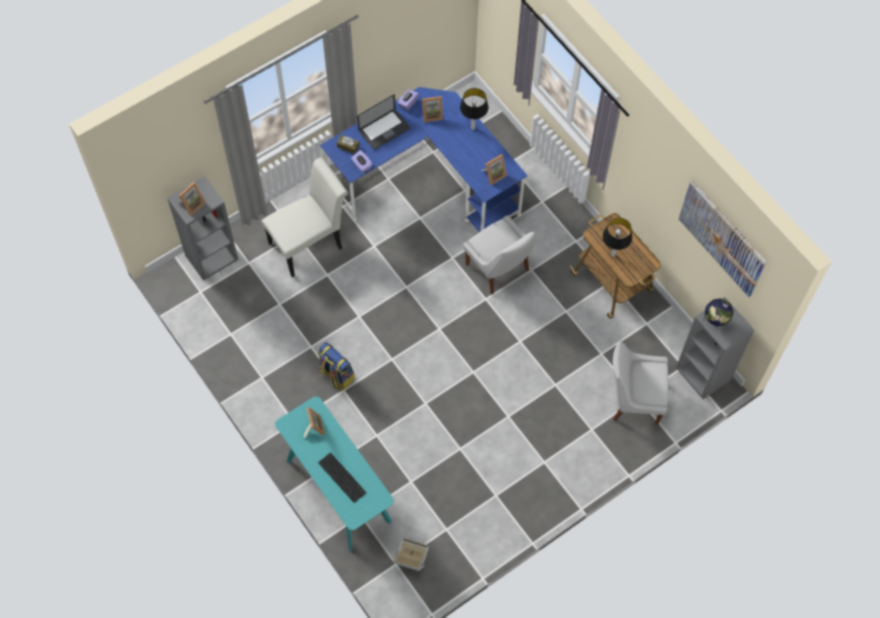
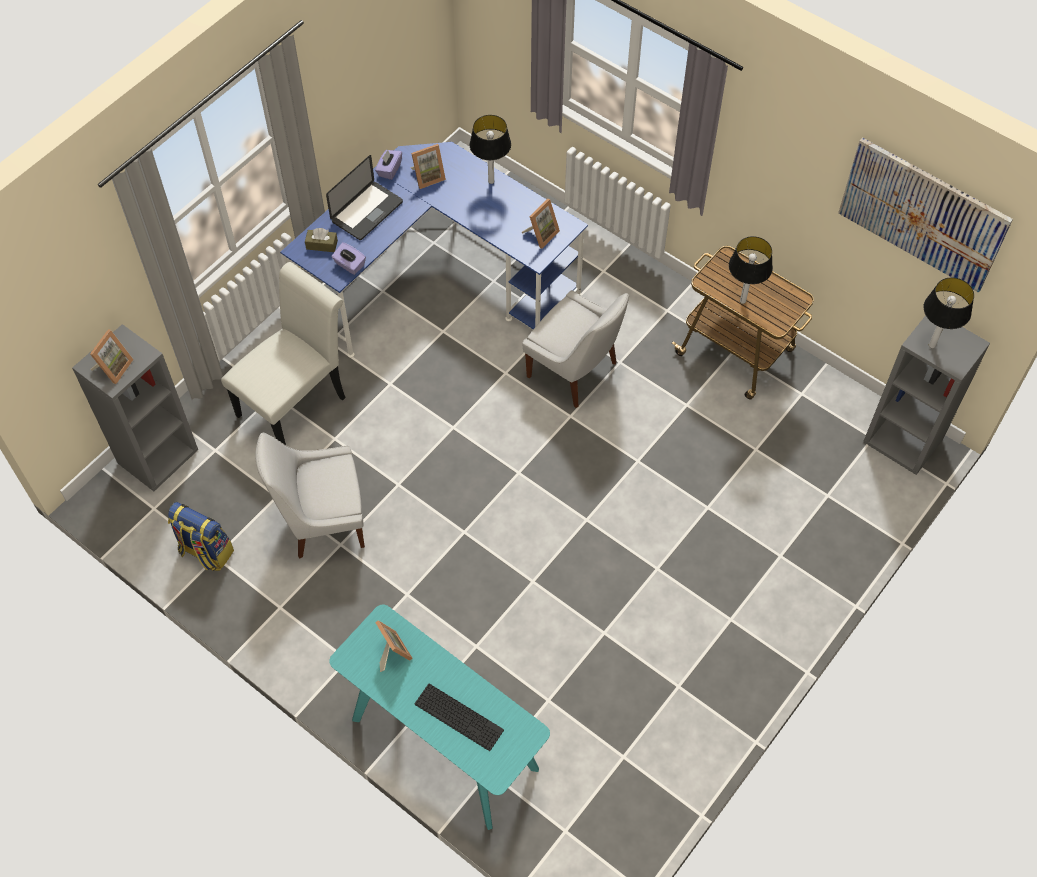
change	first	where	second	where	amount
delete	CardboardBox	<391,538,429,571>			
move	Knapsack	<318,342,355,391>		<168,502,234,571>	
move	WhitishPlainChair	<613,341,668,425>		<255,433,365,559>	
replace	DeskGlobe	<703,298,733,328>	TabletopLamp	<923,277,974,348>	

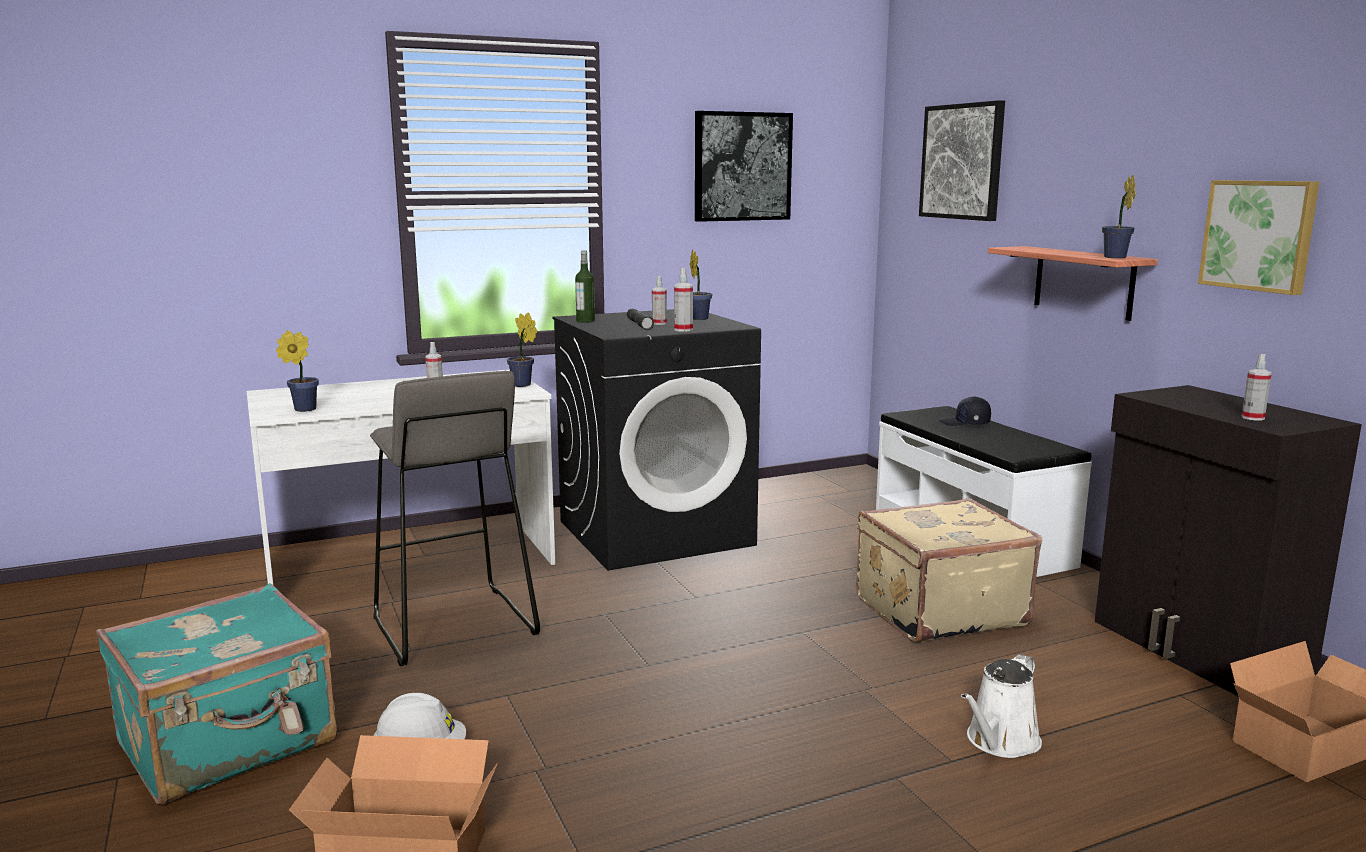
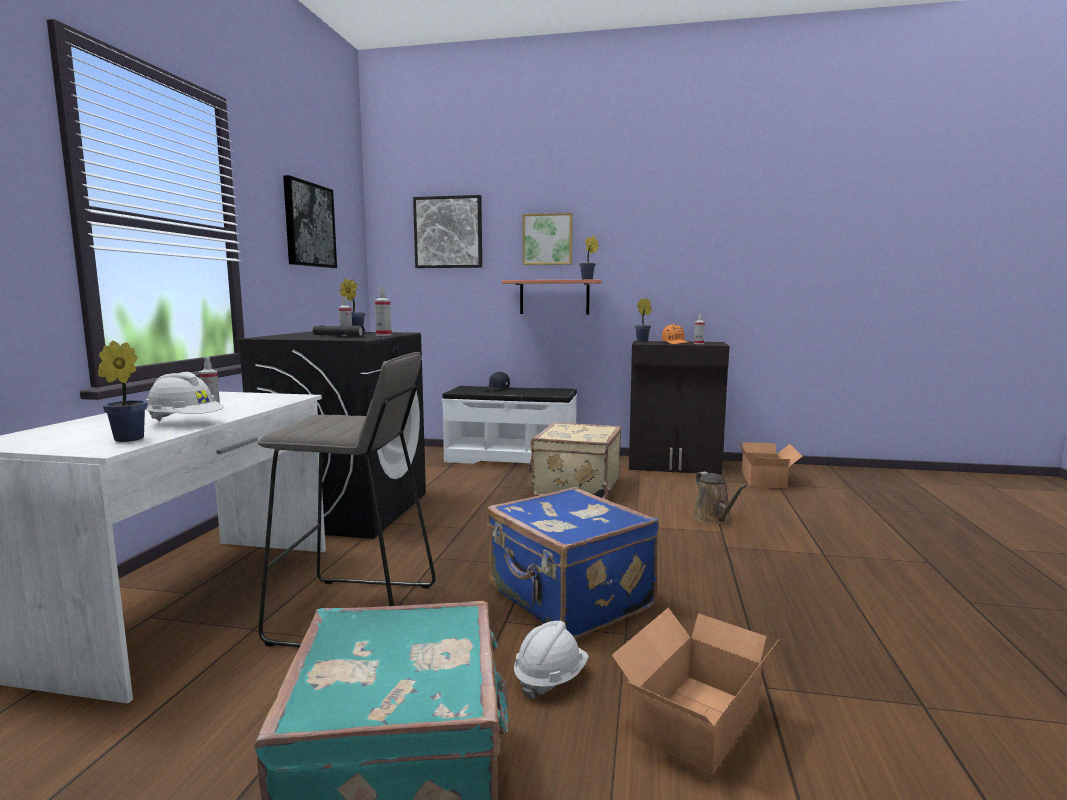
change	first	where	second	where	amount
delete	Bottle	<575,250,595,323>			
insert			WhitishWorkHelmet	<145,372,224,421>	
insert			BluishSuitcase	<487,487,659,639>	
insert			OrangeyBaseballCap	<662,324,690,344>	
move	PottedPlant	<507,312,538,387>		<635,298,652,342>	
move	Picture	<1198,180,1320,295>		<523,213,572,265>	
recolor	WhitishWateringCan	<961,654,1042,758>	BrownWateringCan	<692,471,747,524>	

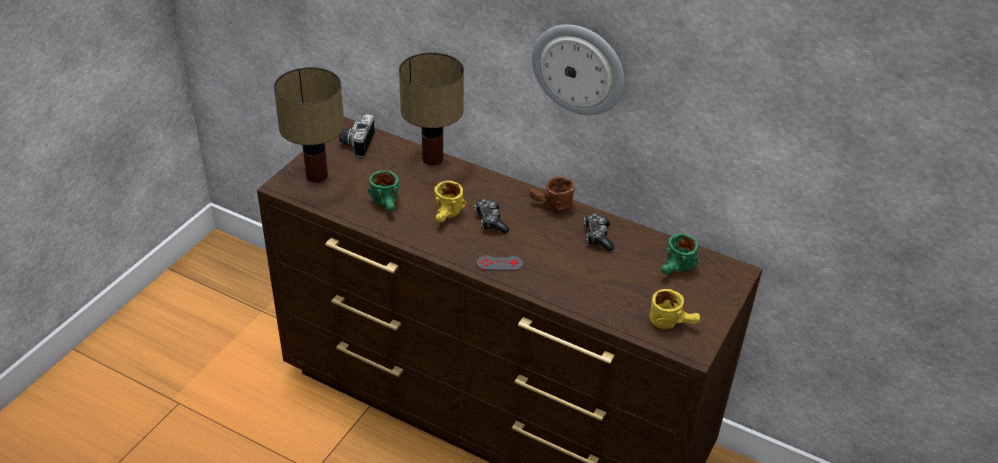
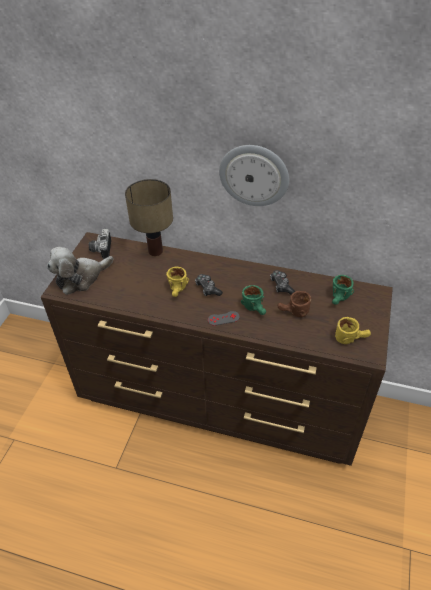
change	first	where	second	where	amount
move	GreenColouredMug	<368,171,399,211>		<241,285,266,315>	
move	BrownMug	<529,176,574,214>		<277,291,311,317>	
replace	TabletopLamp	<274,67,344,182>	PlushToy	<47,247,113,295>	

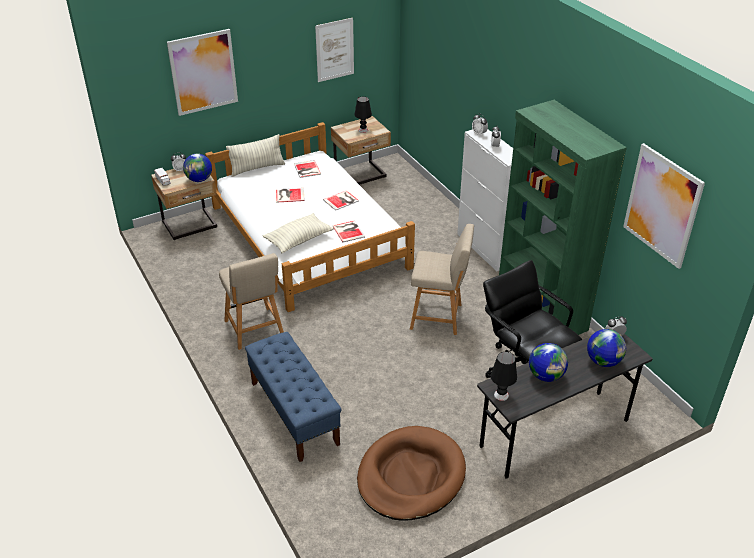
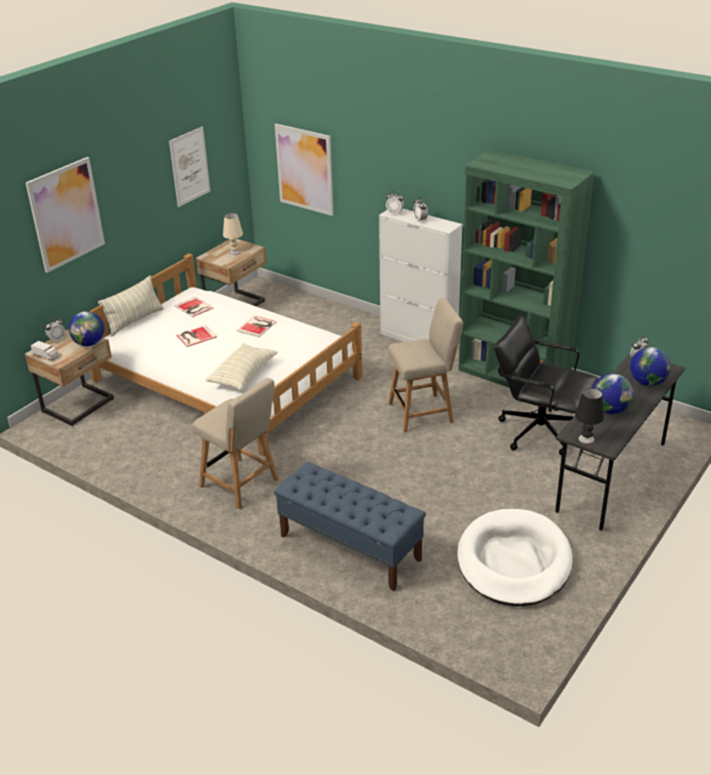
change	first	where	second	where	amount
delete	BoundBook	<333,220,365,243>			
move	Picture	<623,143,705,269>		<275,124,334,216>	
recolor	BlackTabletopLamp	<354,96,372,133>	BeigeTabletopLamp	<223,213,243,255>	
recolor	BrownDogBed	<357,426,466,521>	WhitishDogBed	<457,509,573,607>	

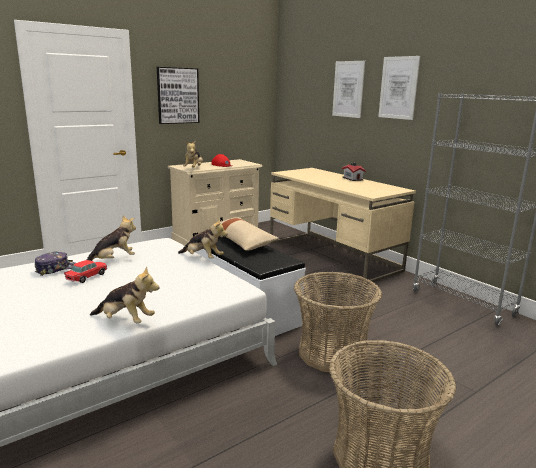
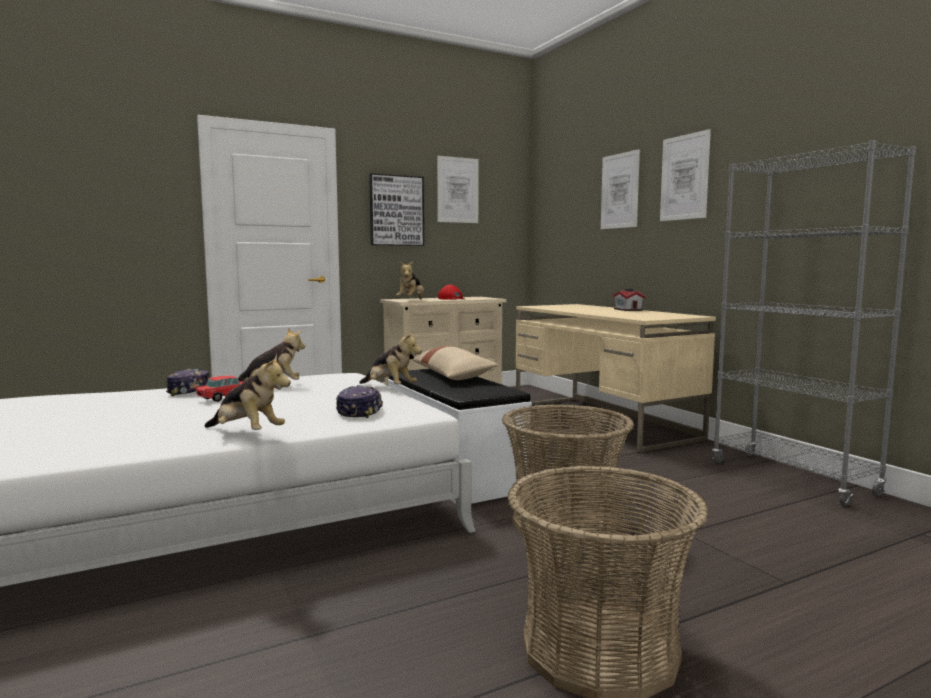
change	first	where	second	where	amount
insert			BaseballCap	<336,385,383,418>	
insert			Picture	<437,156,479,223>	

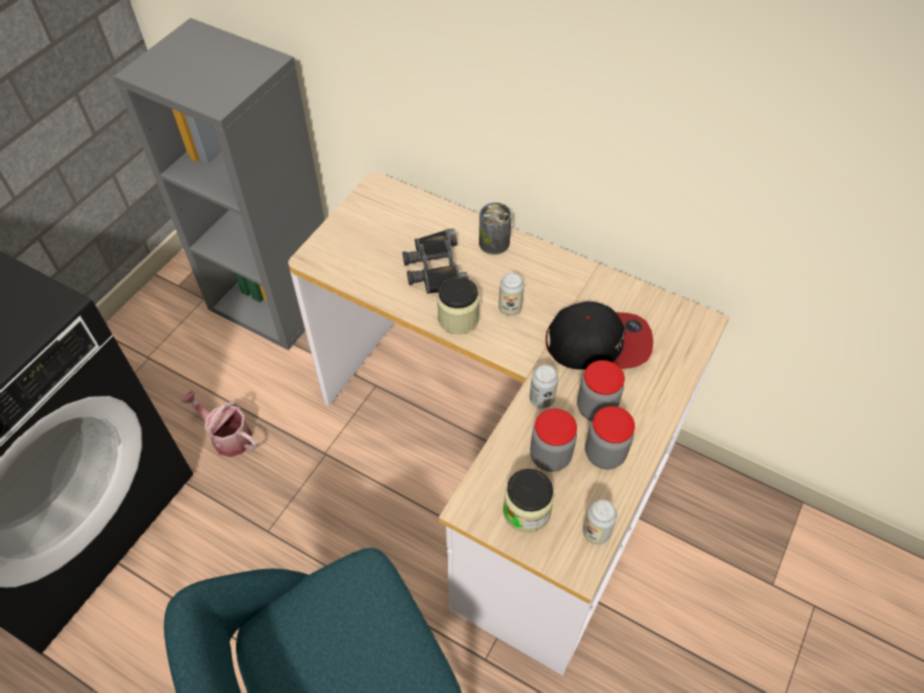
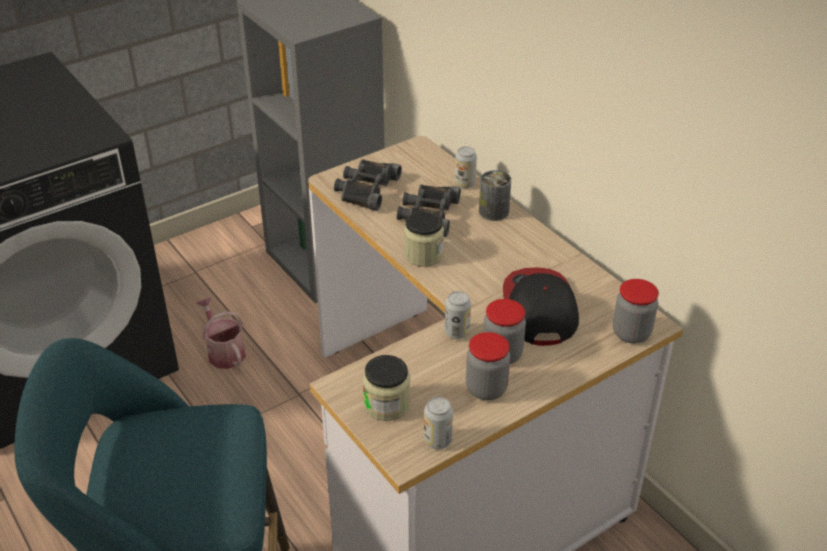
change	first	where	second	where	amount
insert			BlackFieldGlasses	<334,159,402,211>	
move	Can	<499,273,524,316>		<455,146,477,188>	
move	Jar	<530,409,577,472>		<613,279,659,344>	
rotate	BaseballCap	<546,301,653,370>		<503,267,579,346>	120 degrees counterclockwise

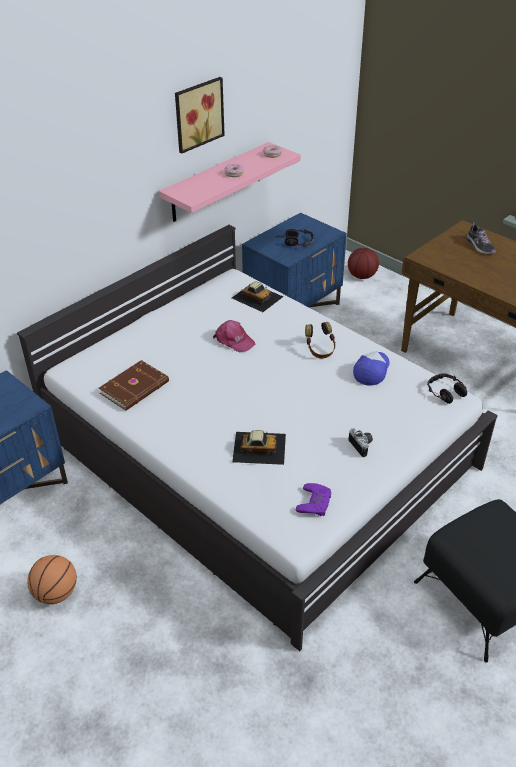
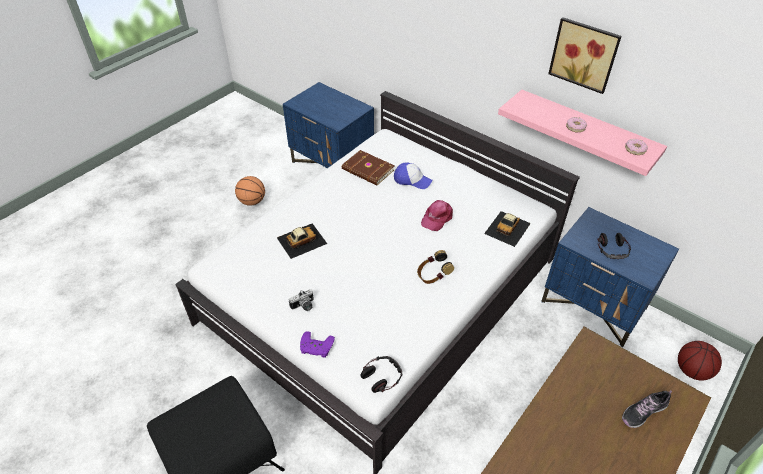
change	first	where	second	where	amount
move	PurplishJoypad	<296,483,331,516>		<300,331,335,358>	
move	BaseballCap	<353,351,390,386>		<394,162,432,189>	
rotate	ToyCar	<232,430,286,465>		<277,223,327,259>	120 degrees counterclockwise

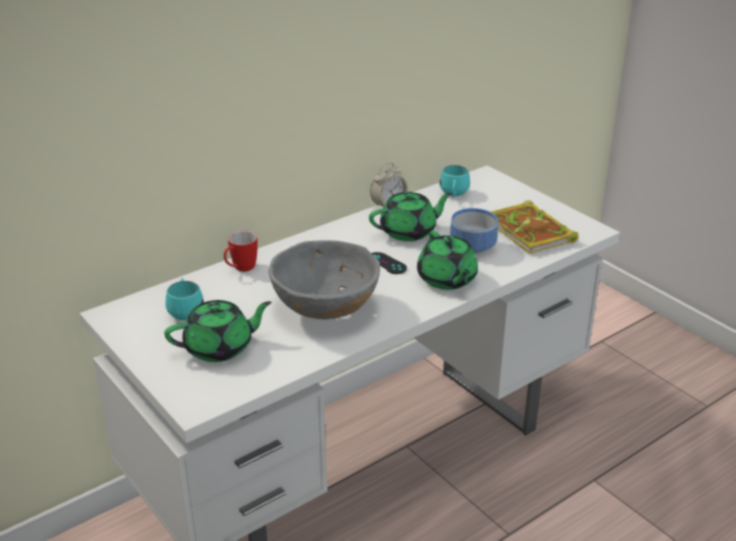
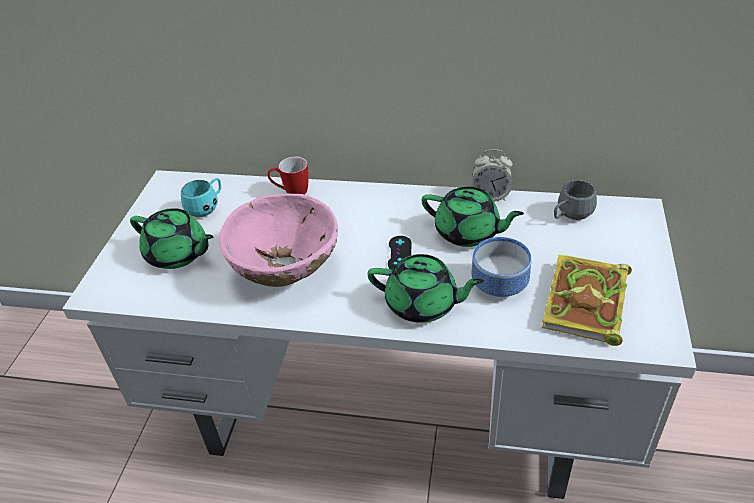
change	first	where	second	where	amount
recolor	GreyishServingBowl	<268,240,380,319>	PinkishServingBowl	<218,194,338,287>	
recolor	TurquoiseMug	<439,165,470,198>	GreyishMug	<554,180,597,220>	
rotate	GreenColouredTeapot	<417,231,478,290>		<367,254,484,323>	105 degrees counterclockwise

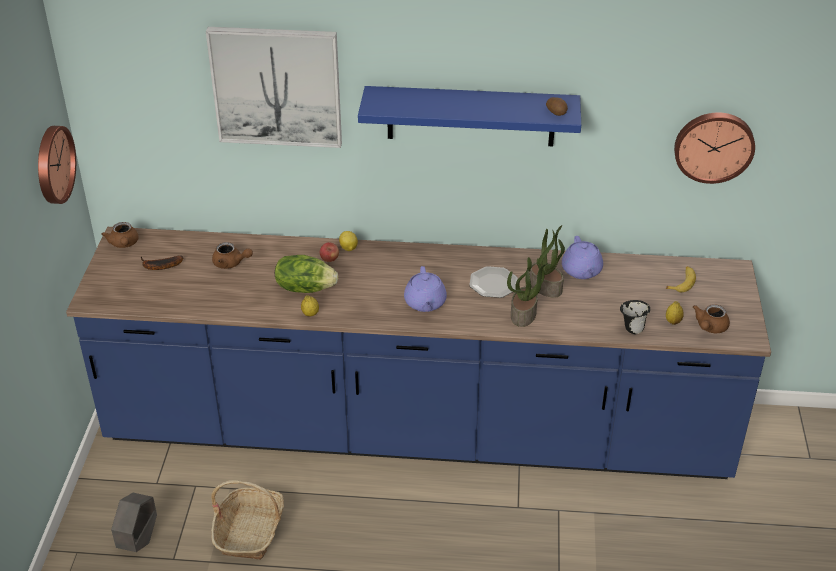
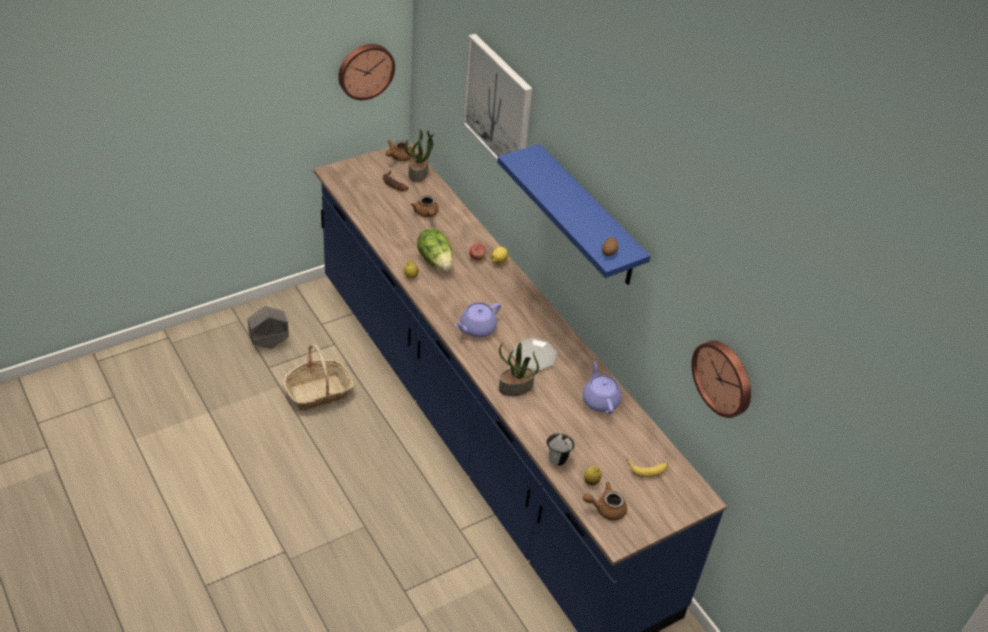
change	first	where	second	where	amount
move	PottedPlant	<529,225,565,298>		<405,129,434,182>	
rotate	PurplishTeapot	<562,236,603,279>		<582,361,621,414>	120 degrees clockwise

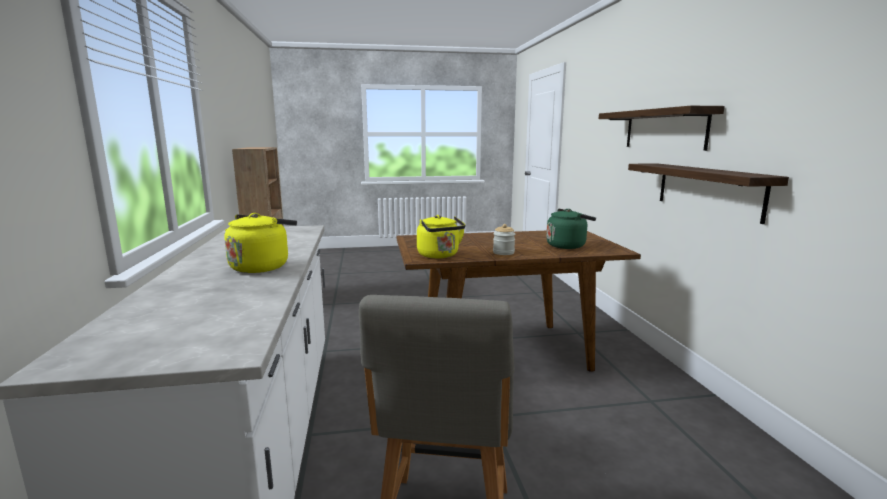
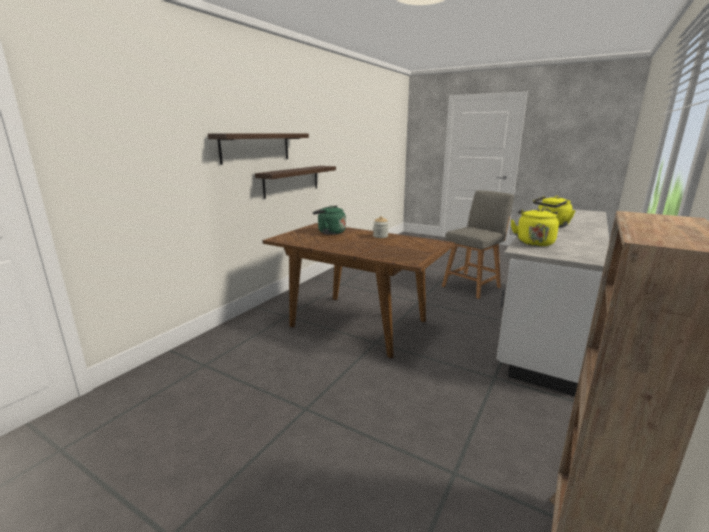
change	first	where	second	where	amount
move	YellowColouredTeaKettle	<417,215,466,258>		<511,208,559,247>	

